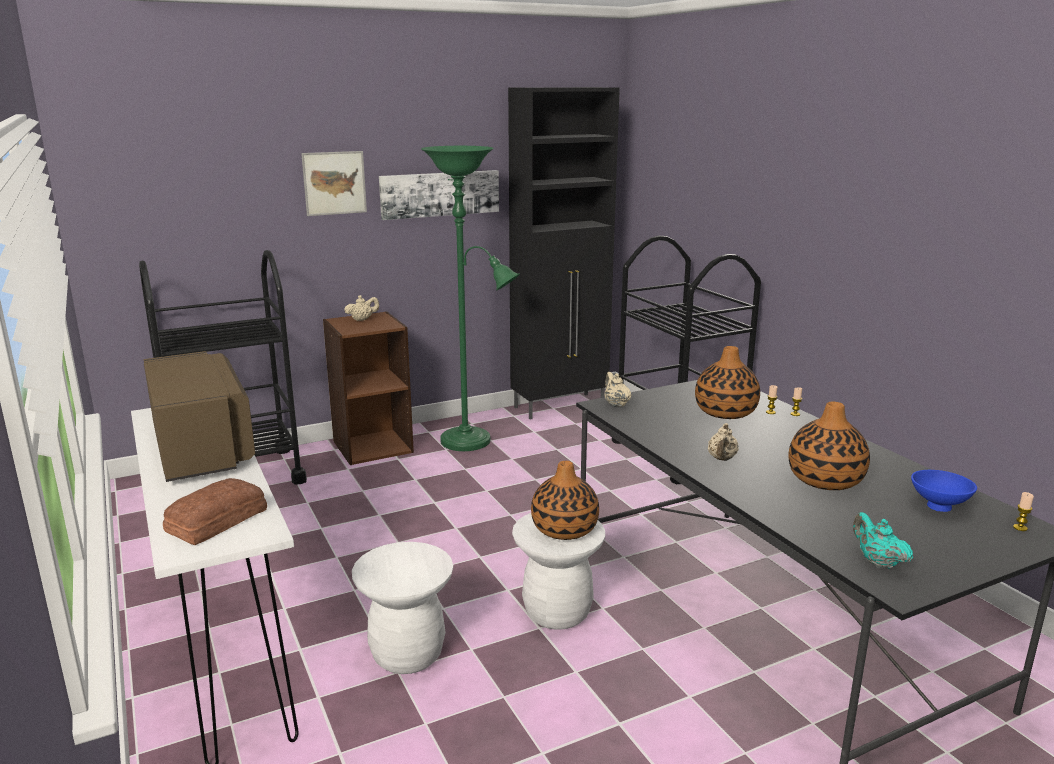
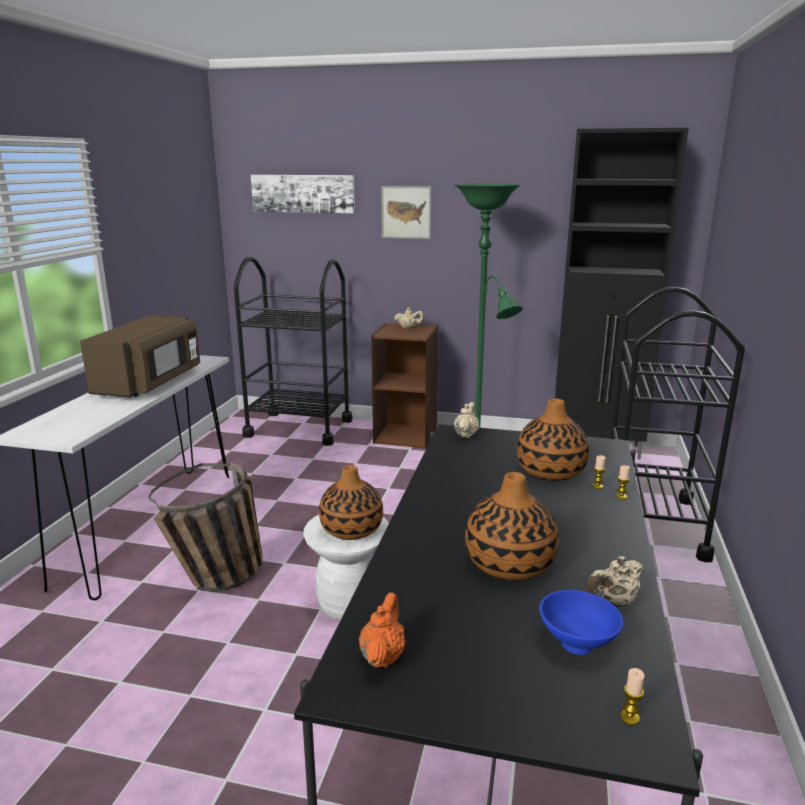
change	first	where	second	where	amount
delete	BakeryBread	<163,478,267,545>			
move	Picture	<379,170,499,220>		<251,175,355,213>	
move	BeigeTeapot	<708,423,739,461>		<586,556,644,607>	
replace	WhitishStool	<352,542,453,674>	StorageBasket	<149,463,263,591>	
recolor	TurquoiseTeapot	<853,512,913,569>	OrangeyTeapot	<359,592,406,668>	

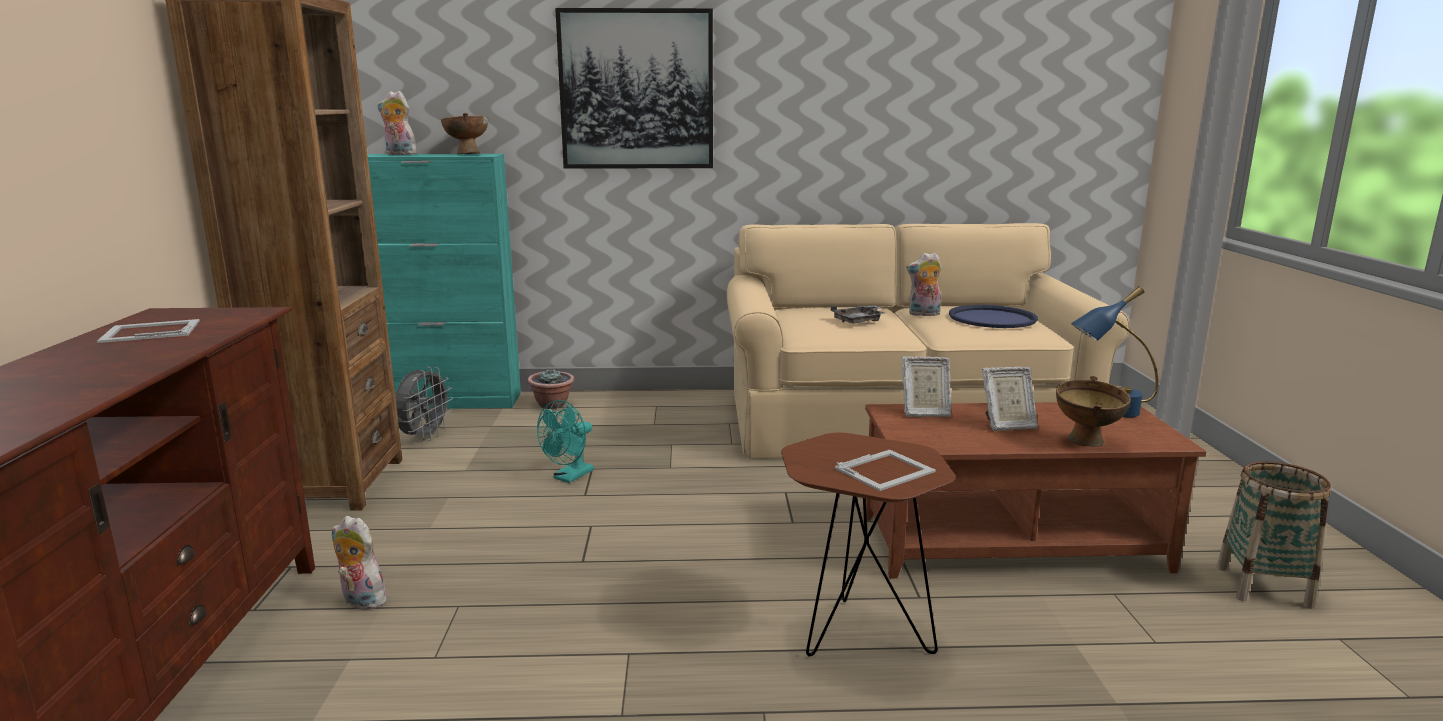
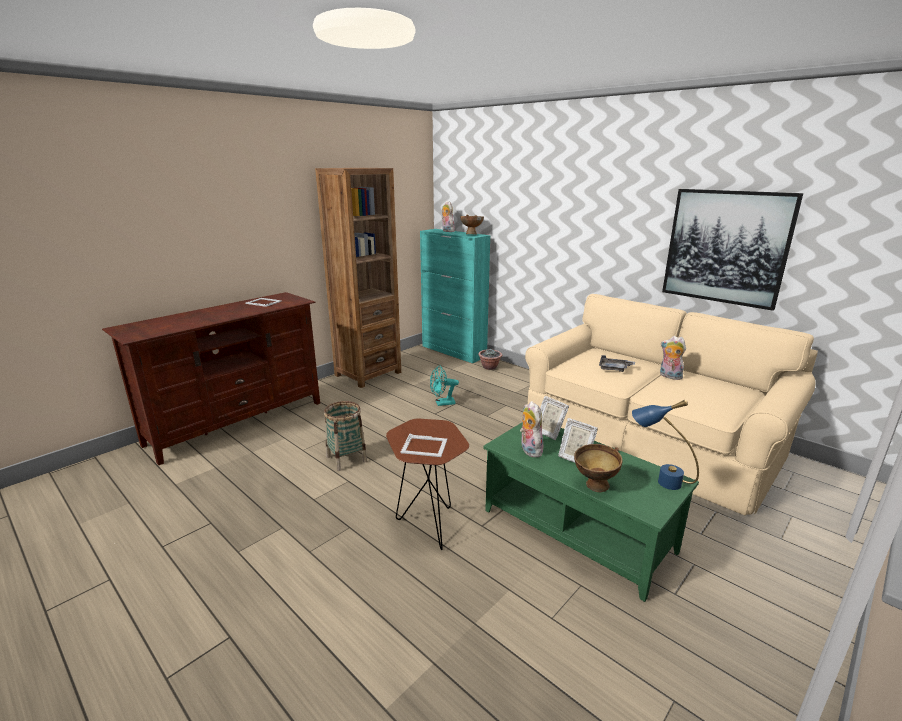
change	first	where	second	where	amount
delete	GreyishElectricFan	<395,367,453,441>			
delete	BluishTray	<949,305,1038,328>			
move	PlushToy	<331,516,388,610>		<520,401,543,457>	
move	Picture	<555,8,713,169>		<662,189,803,311>	
move	StorageBasket	<1217,461,1331,609>		<324,401,367,471>	
recolor	BrownCoffeeTable	<865,402,1207,578>	GreenColouredCoffeeTable	<483,422,699,602>	

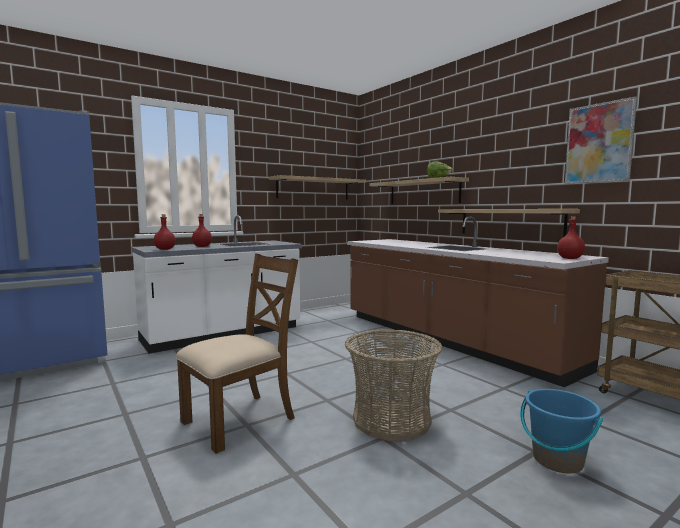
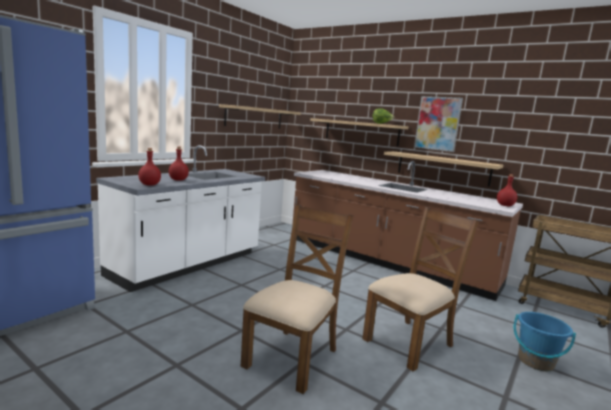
change	first	where	second	where	amount
move	Picture	<565,96,637,184>		<414,96,463,152>	
replace	StorageBasket	<345,329,442,441>	BrownPlainChair	<362,207,479,371>	

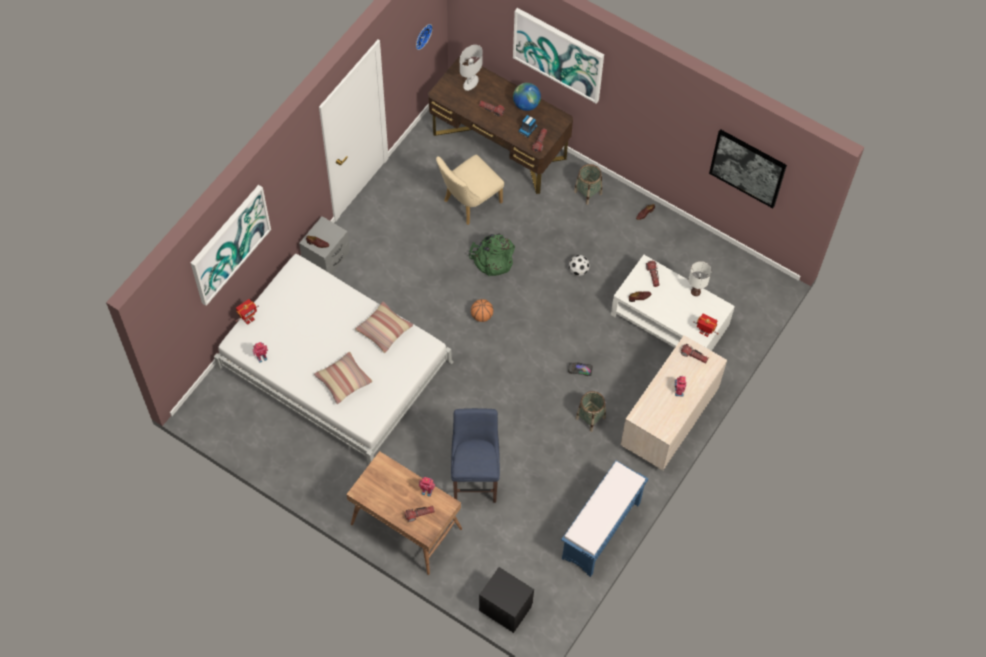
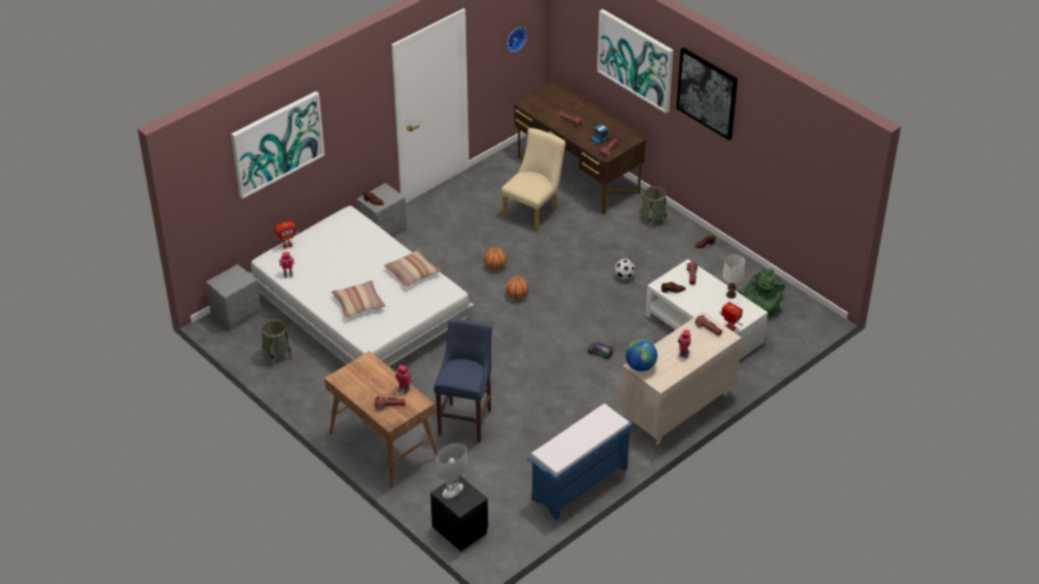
change	first	where	second	where	amount
insert			GreyishNightstand	<206,264,261,331>	
insert			Basketball	<484,247,507,270>	
move	WhitishTabletopLamp	<460,45,483,91>		<436,443,467,499>	
move	GreenColouredKnapsack	<469,234,515,277>		<738,268,785,317>	
move	DeskGlobe	<513,83,541,111>		<626,339,658,371>	
move	StorageBasket	<575,391,606,432>		<262,319,292,366>	
move	Picture	<709,129,787,208>		<676,47,738,141>	
rotate	BeigePlainChair	<436,155,504,225>		<501,128,566,232>	150 degrees clockwise

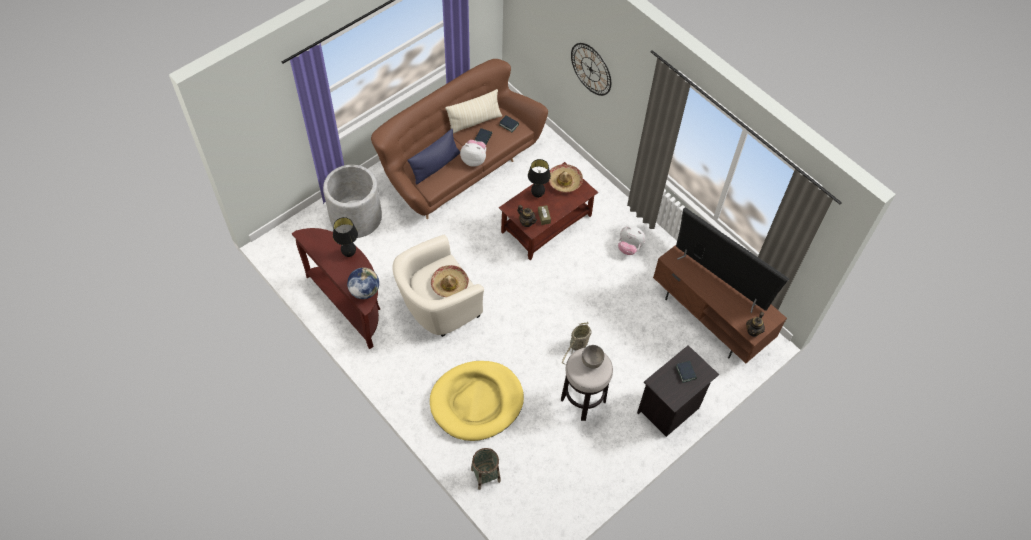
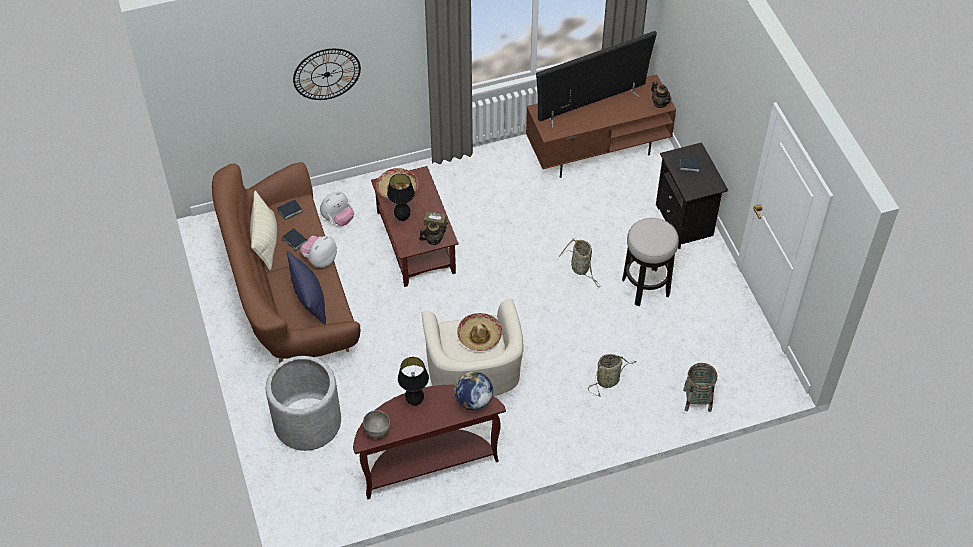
change	first	where	second	where	amount
move	GreyishServingBowl	<582,345,604,369>		<363,410,391,438>	
move	PlushToy	<618,226,646,255>		<320,192,354,226>	
replace	YellowColouredDogBed	<430,361,524,441>	StorageBasket	<588,354,637,397>	

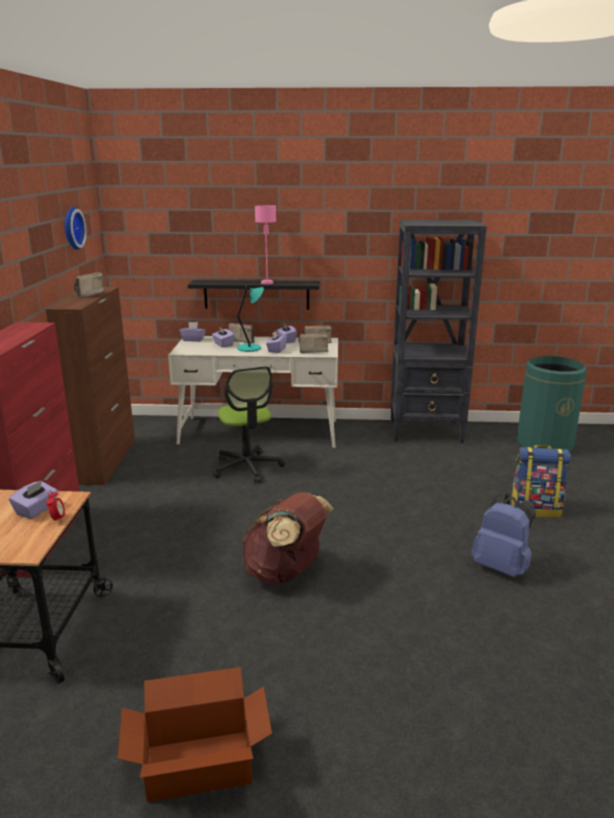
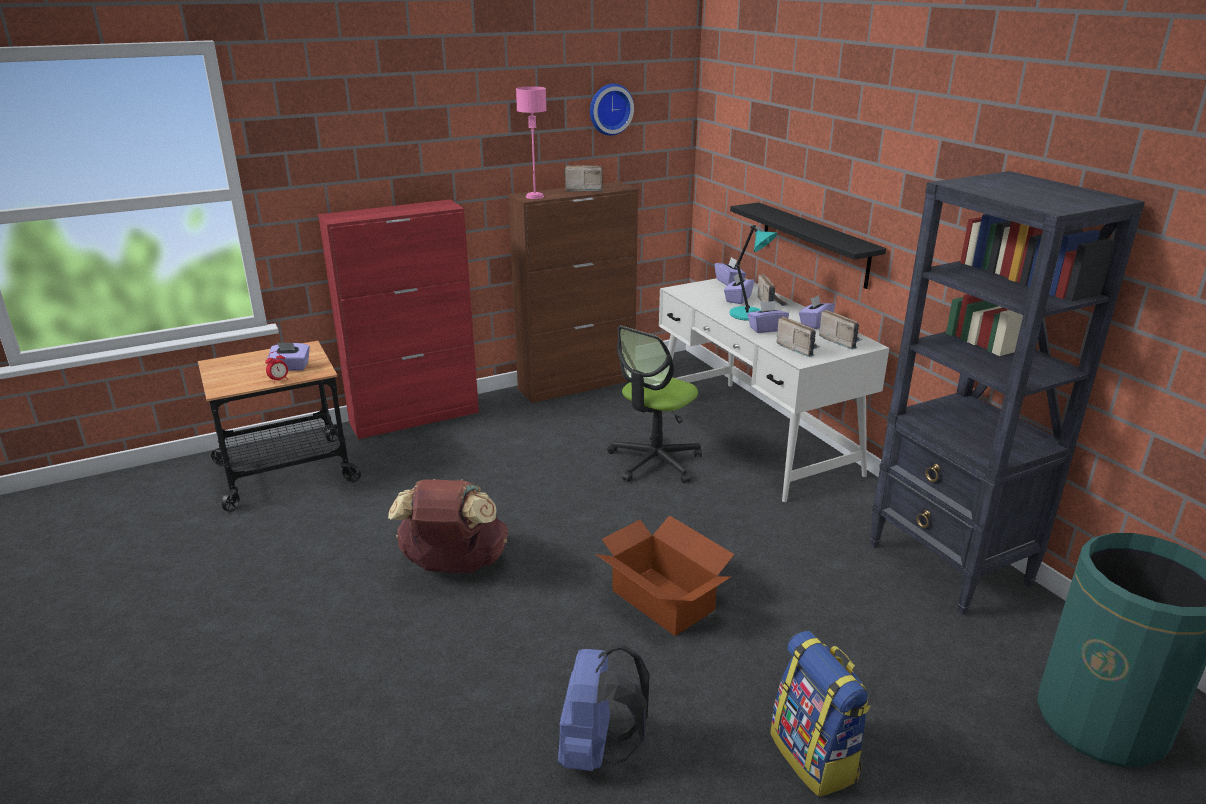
change	first	where	second	where	amount
move	CardboardBox	<118,667,272,802>		<595,515,735,636>	
move	PinkishTabletopLamp	<255,205,276,284>		<516,86,547,199>	

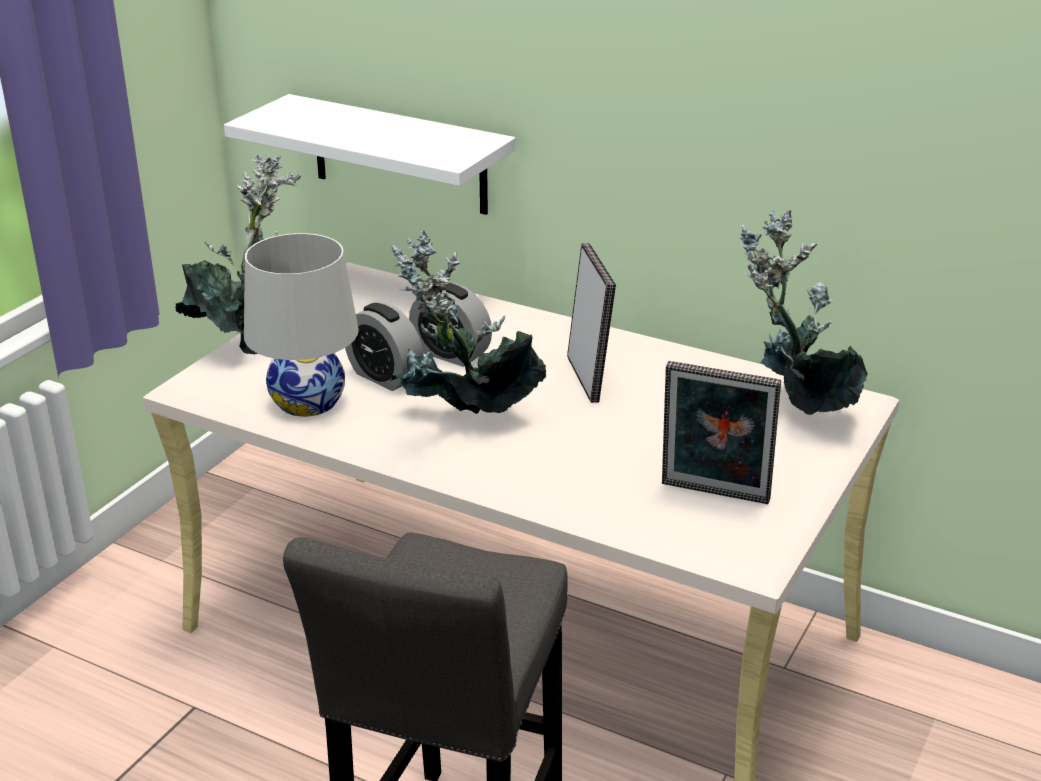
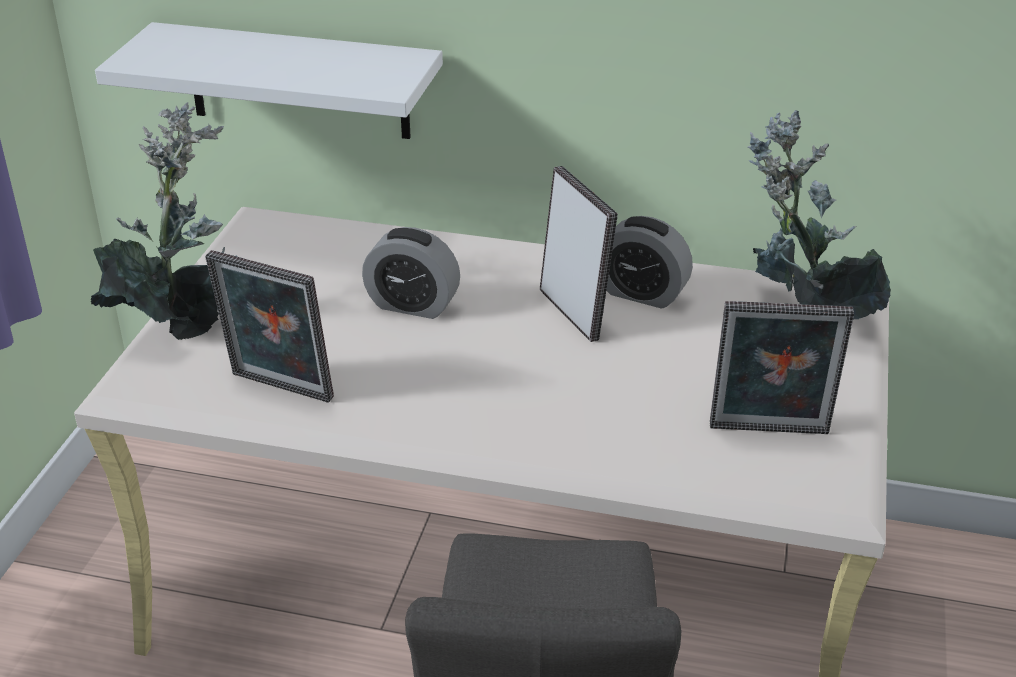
change	first	where	second	where	amount
delete	PottedPlant	<390,231,546,414>			
move	BedsideClock	<345,303,424,391>		<606,216,693,309>	
replace	WhitishTabletopLamp	<244,233,359,417>	PictureFrame	<205,250,334,403>	

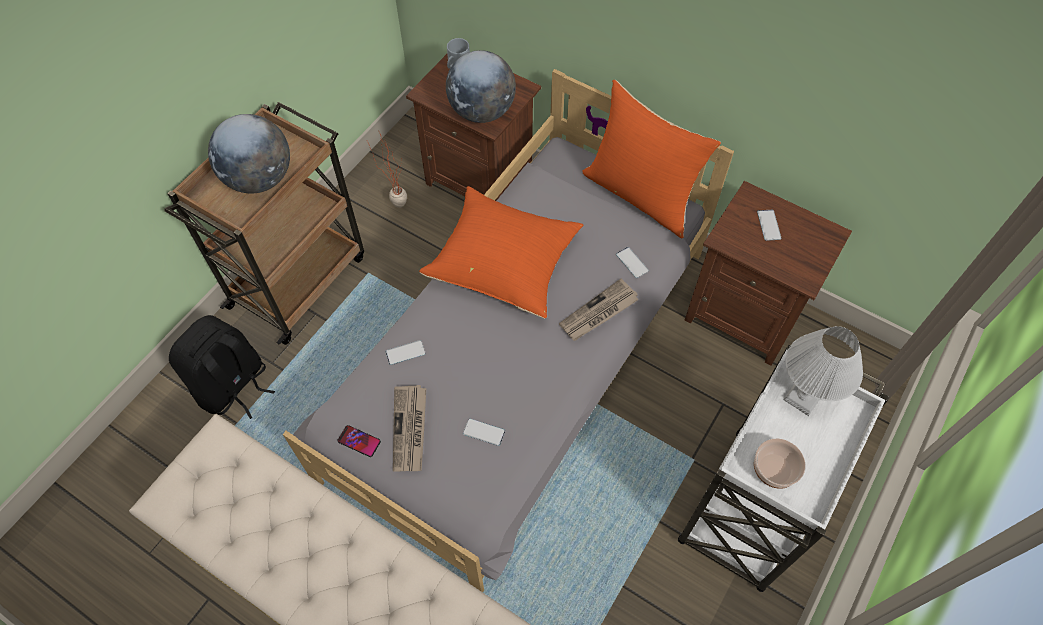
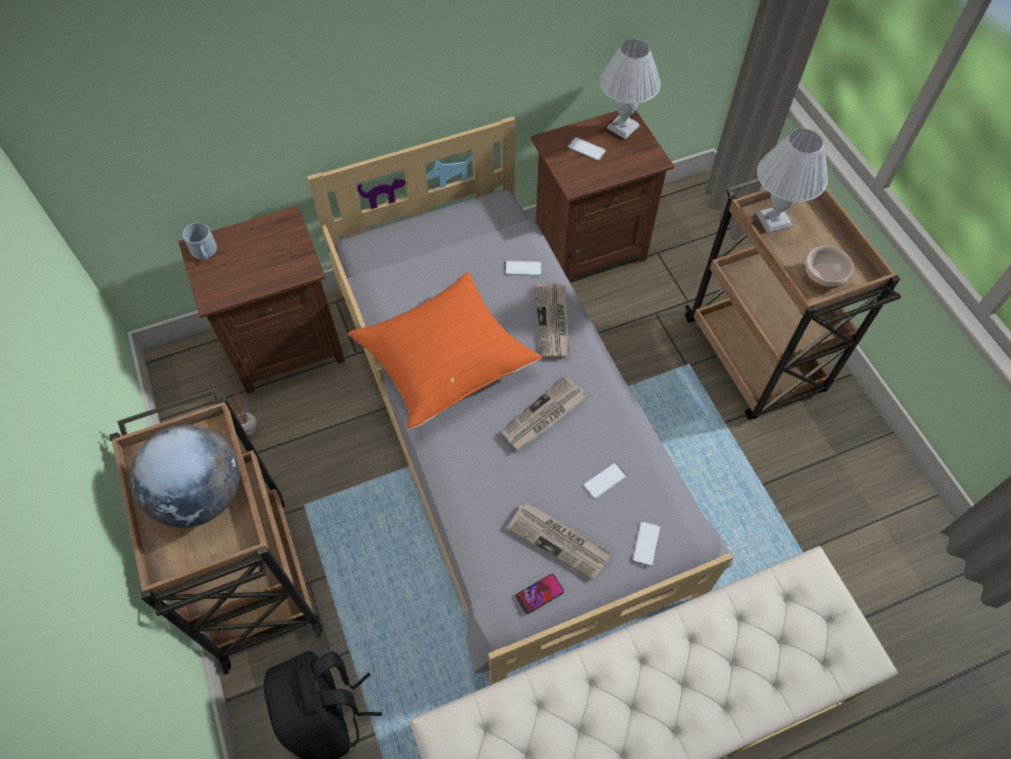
change	first	where	second	where	amount
delete	DeskGlobe	<446,50,516,123>			
delete	OrangeyCushion	<582,80,721,238>			
insert			DailyPaper	<500,375,586,450>	
insert			WhitishTabletopLamp	<600,39,660,139>	
move	Handset	<385,340,426,365>		<632,521,660,567>	
recolor	WhitishWheeledCart	<678,345,889,592>	BrownWheeledCart	<685,178,901,420>	

